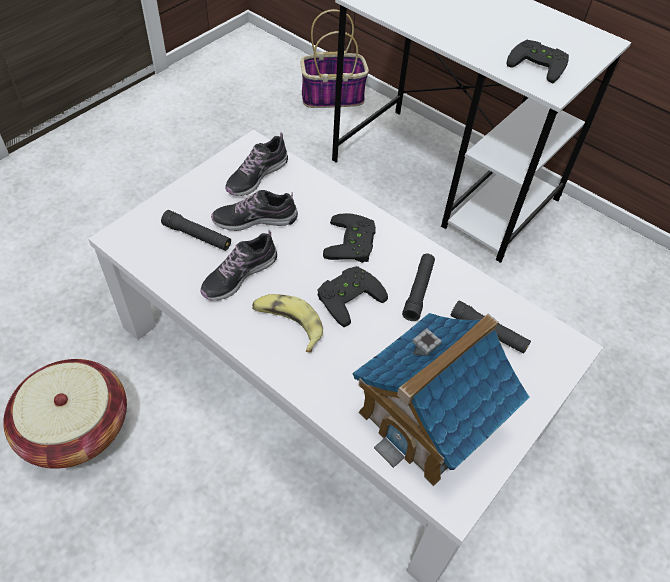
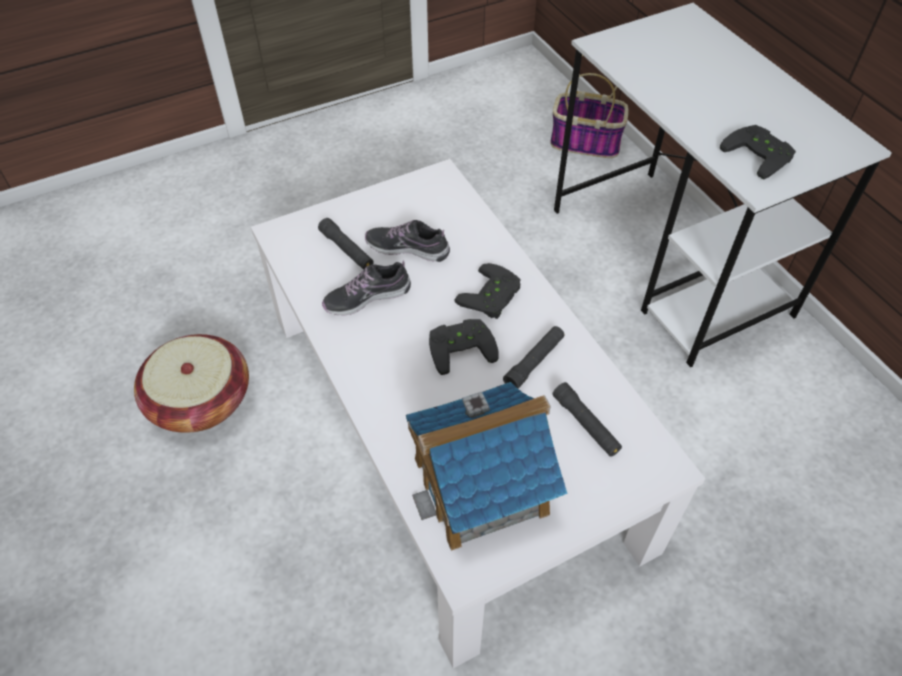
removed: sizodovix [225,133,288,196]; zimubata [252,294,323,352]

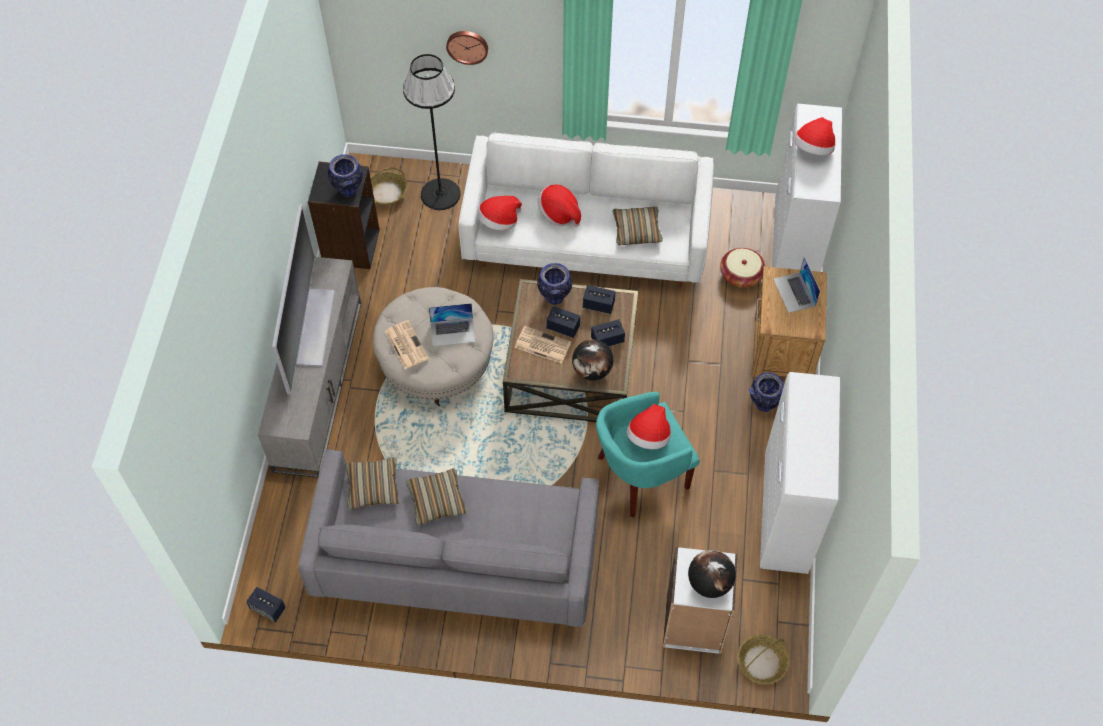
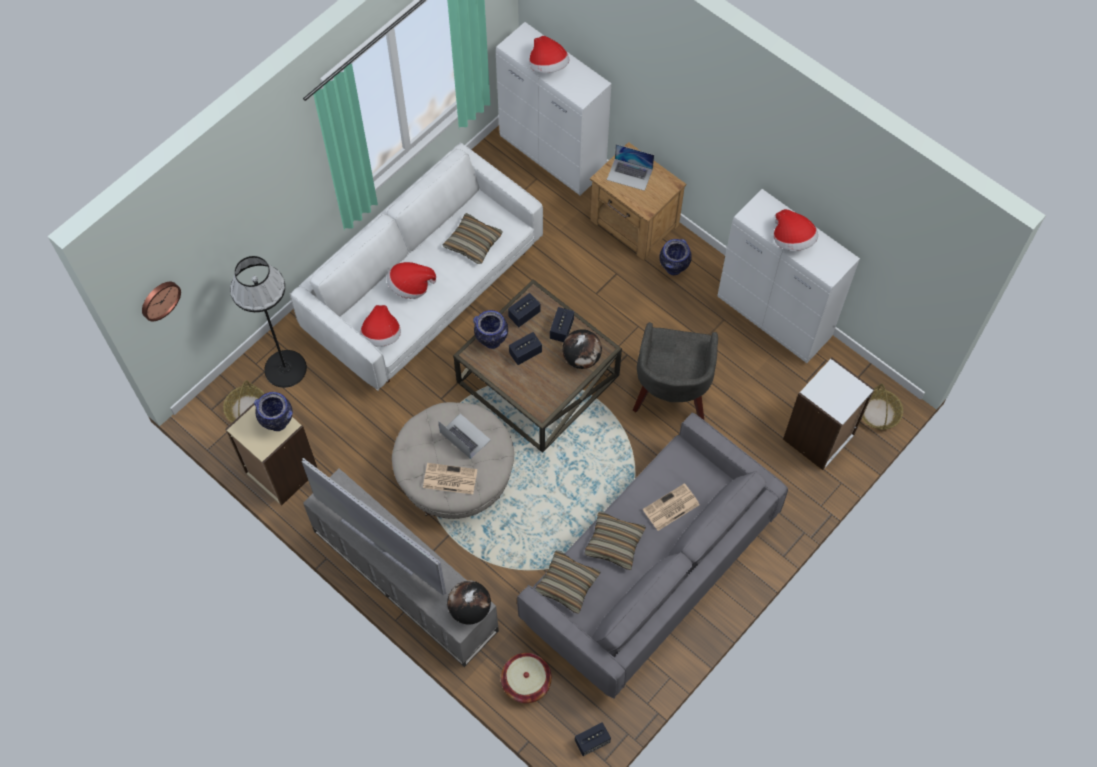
moved: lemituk [446,31,488,65] to [142,282,181,321]; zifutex [515,326,571,364] to [643,483,700,531]; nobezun [627,404,671,449] to [774,209,818,251]; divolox [688,550,736,598] to [447,580,491,624]; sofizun [720,248,766,288] to [501,653,552,703]
recoloured: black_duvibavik [308,162,380,269] to beige_duvibavik [225,393,318,506]; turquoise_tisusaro [596,392,700,518] to grey_tisusaro [633,322,718,420]
turned: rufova [429,303,475,346] = [438,414,490,459] 75 degrees counterclockwise

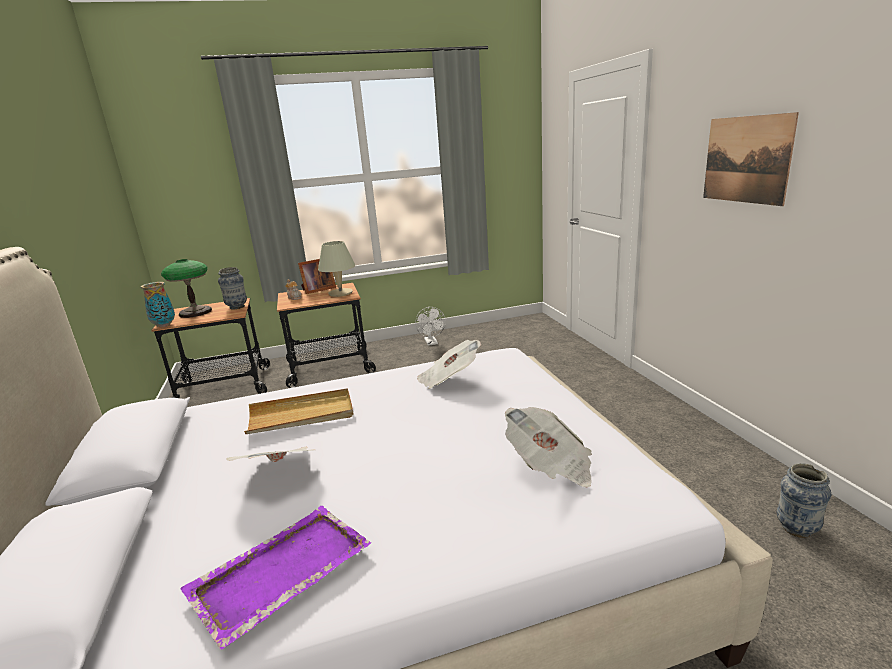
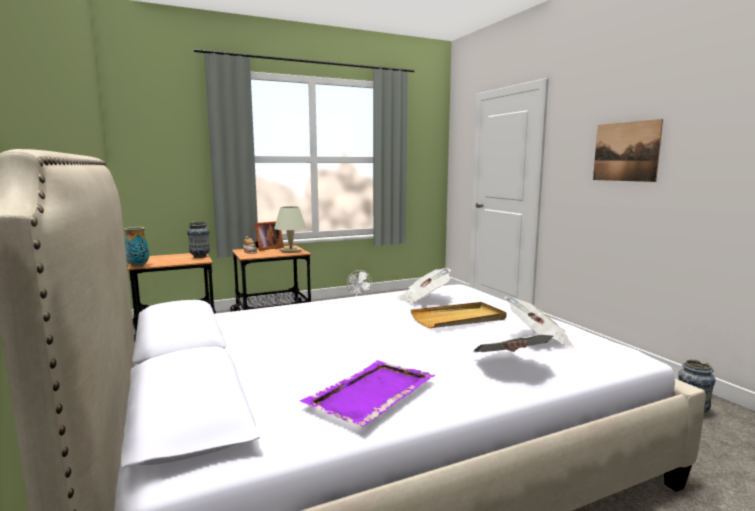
removed: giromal [161,259,212,318]
moved: zifutex [226,447,316,462] to [473,335,554,352]; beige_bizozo [244,388,353,434] to [411,302,507,328]

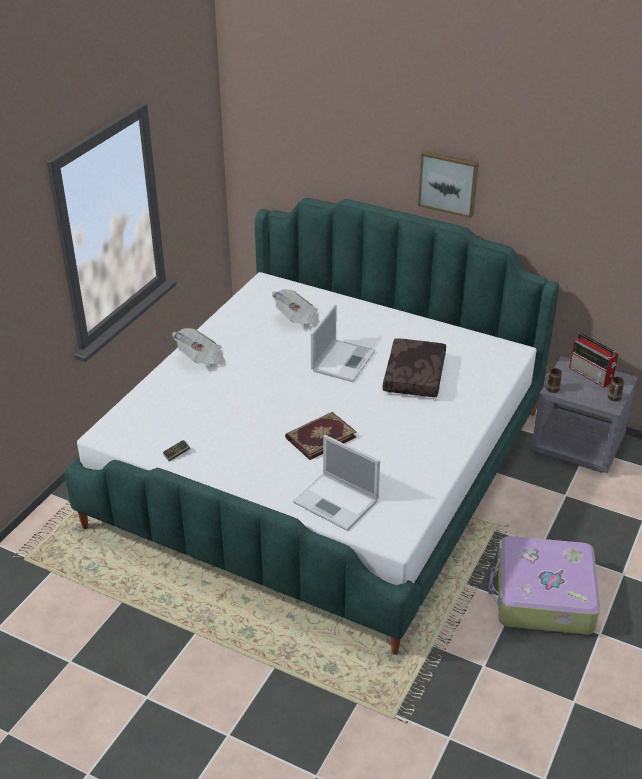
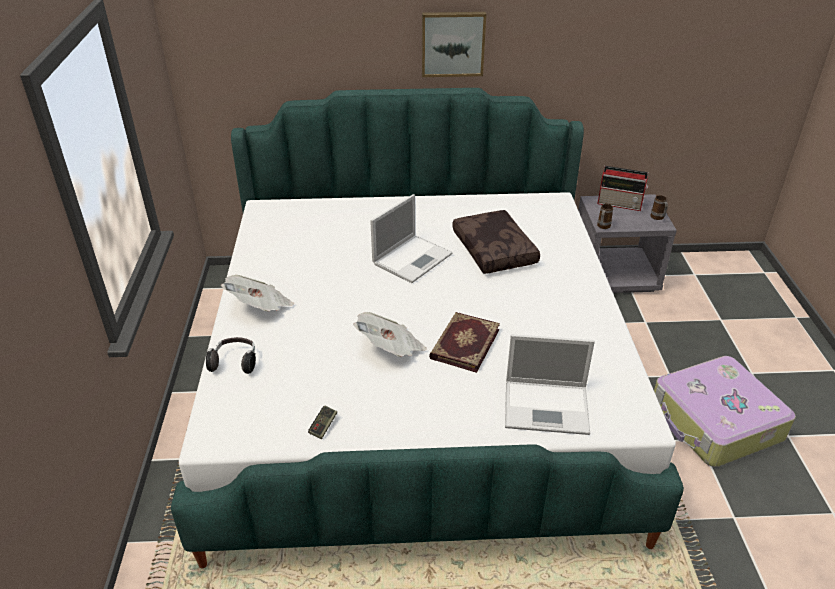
added: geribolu [206,337,256,374]
moved: zifutex [272,289,320,327] to [353,312,427,357]
turned: rufova [311,304,375,382] = [370,194,453,283] 45 degrees clockwise

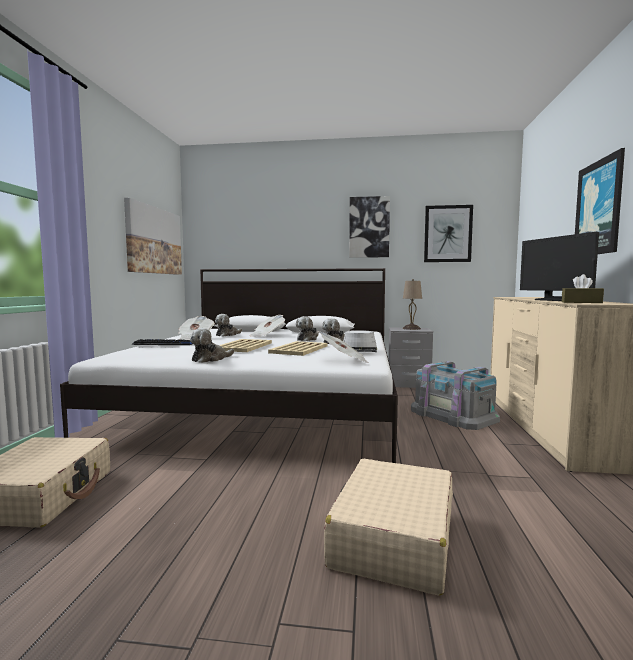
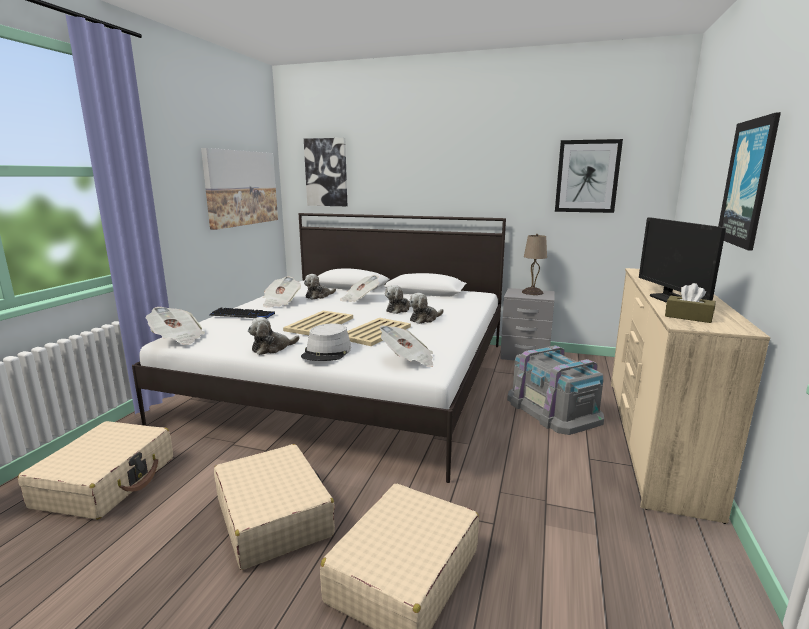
added: zifutex [146,307,205,345]; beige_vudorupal [214,444,335,570]
moved: grey_nobezun [343,330,377,352] to [301,323,351,361]; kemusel [349,196,390,258] to [304,138,347,206]

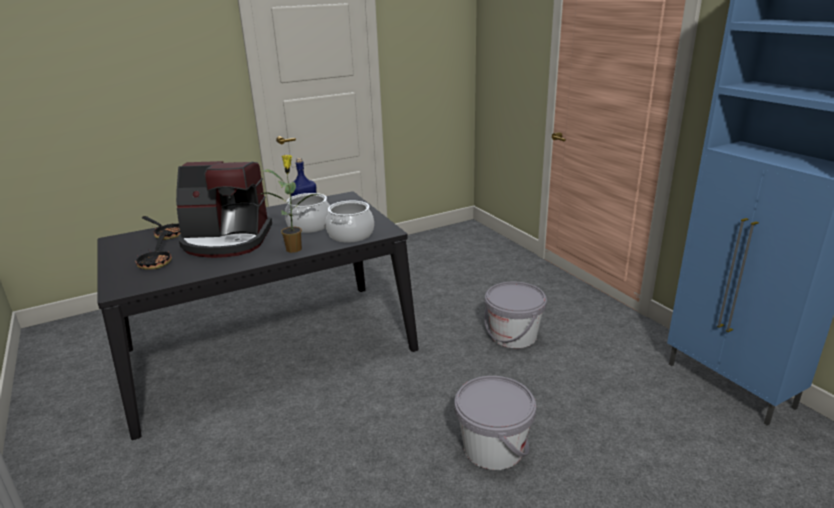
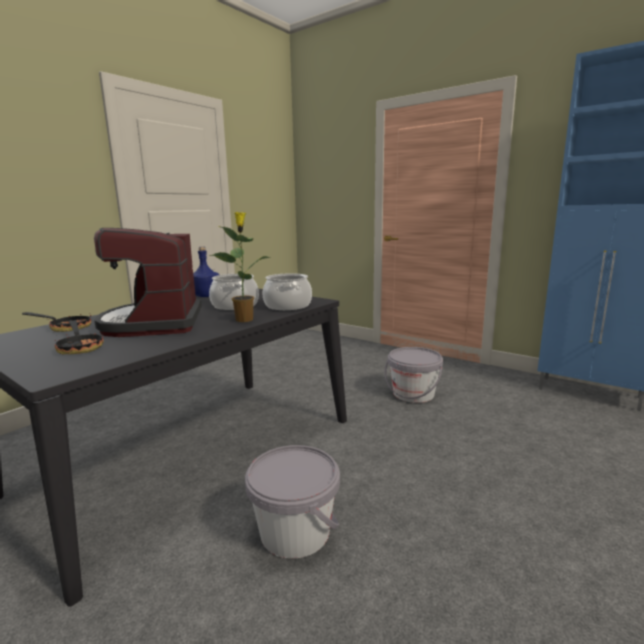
moved: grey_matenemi [454,376,536,470] to [245,445,340,559]
turned: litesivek [176,161,272,258] = [94,228,202,337] 105 degrees clockwise

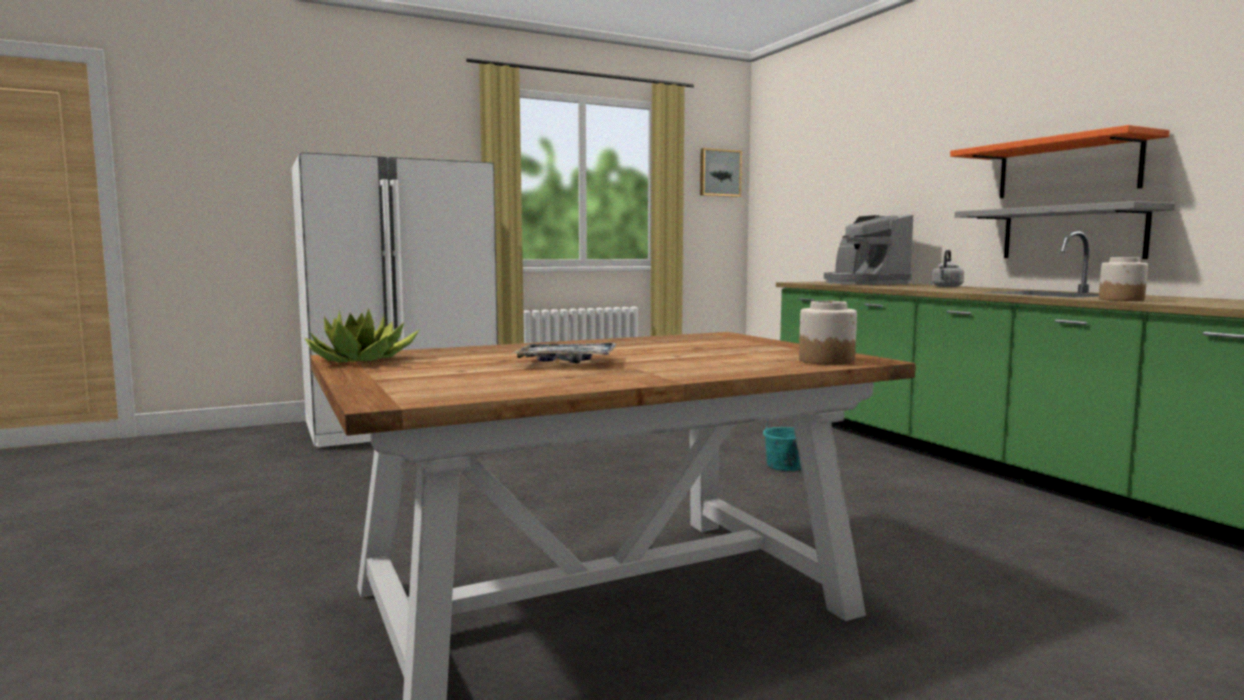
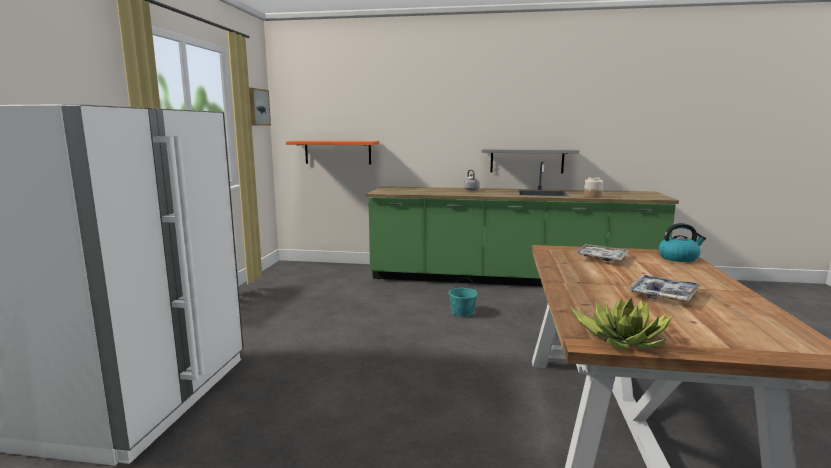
removed: litesivek [824,215,913,285]
added: bizozo [574,244,629,261]
moved: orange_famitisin [950,125,1170,198] to [286,141,379,165]
replaced: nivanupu [799,301,857,365] to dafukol [658,223,706,262]

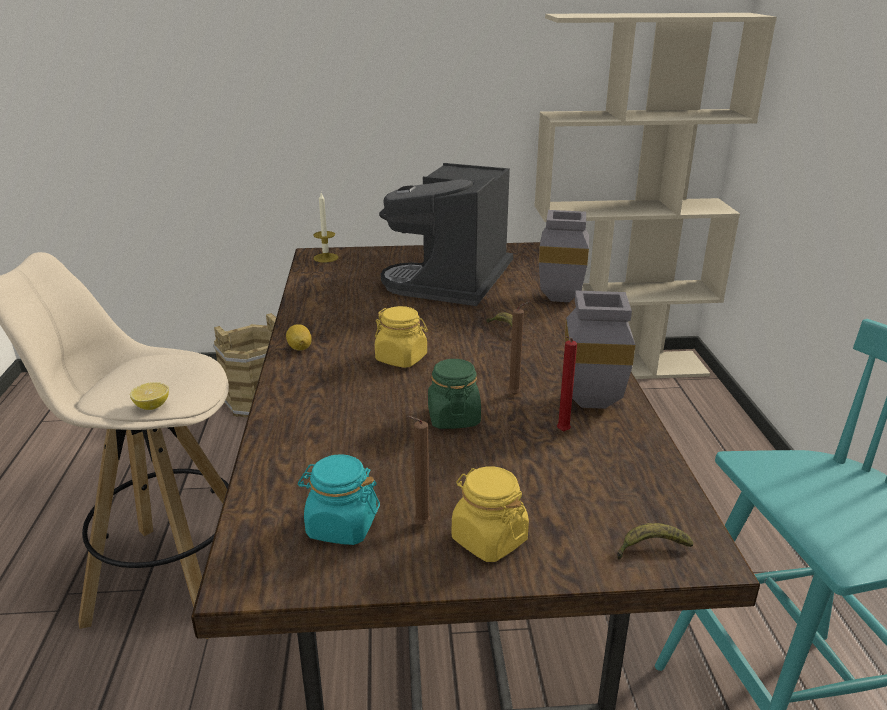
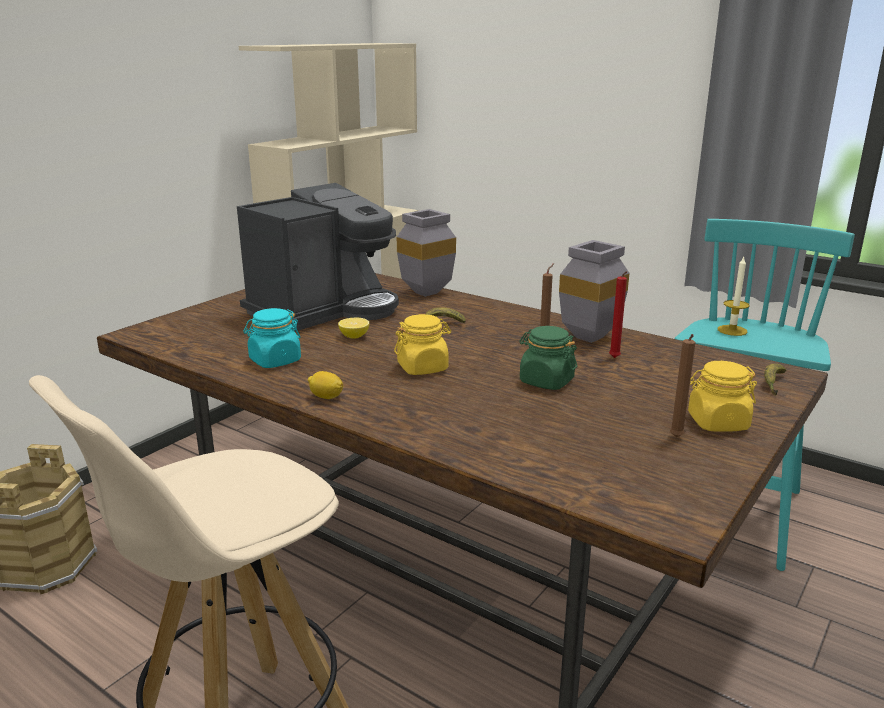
moved: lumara [130,382,169,410] to [338,318,370,339]; turquoise_nivanupu [298,454,380,545] to [243,308,301,368]; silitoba [313,193,339,262] to [717,257,749,336]
turned: litesivek [379,163,513,306] = [237,183,399,332] 105 degrees counterclockwise

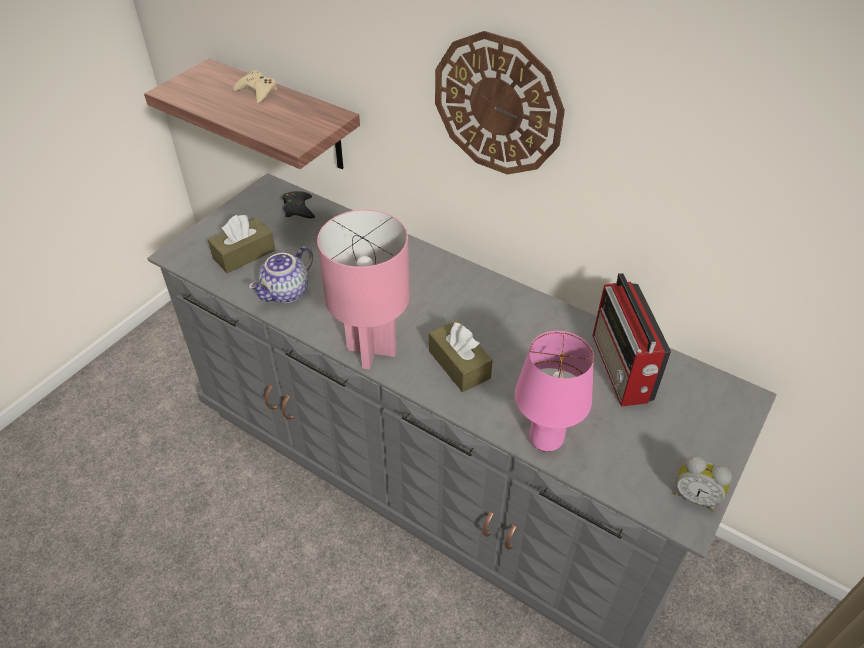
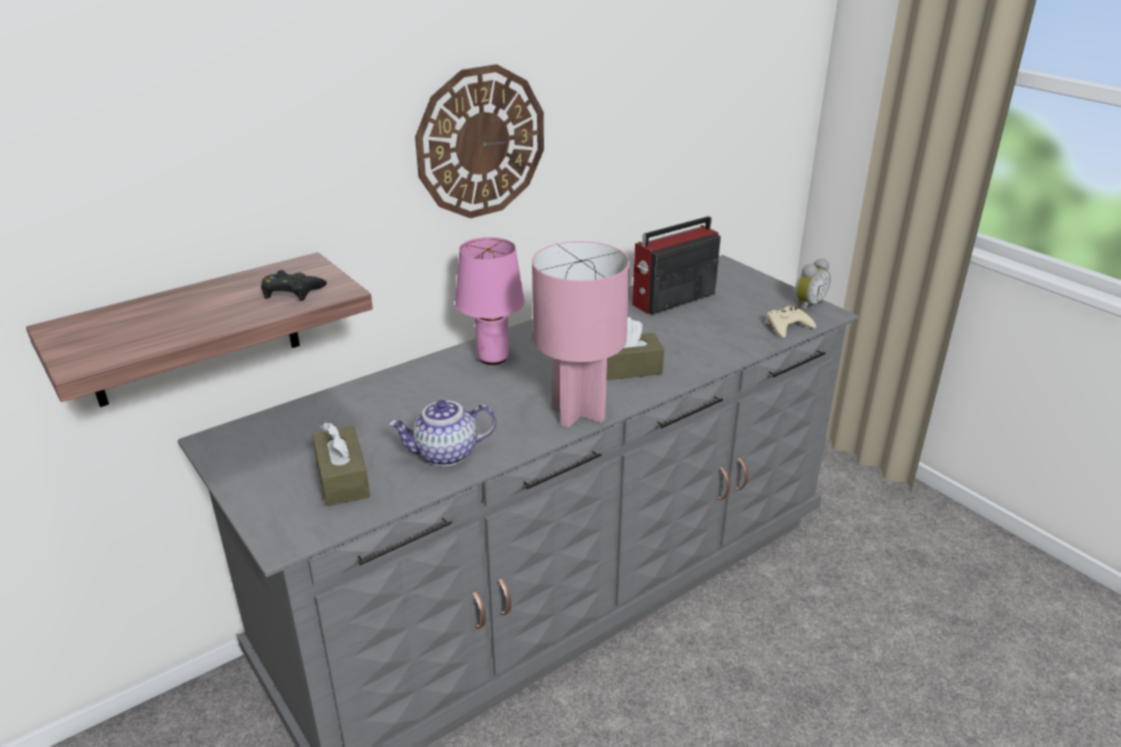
moved: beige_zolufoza [233,70,277,104] to [766,306,816,338]; black_zolufoza [282,191,315,218] to [261,270,327,301]; pink_giromal [515,331,594,452] to [455,237,524,365]
turned: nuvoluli [249,246,313,303] = [389,400,496,466] 105 degrees clockwise; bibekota [593,273,671,407] = [632,216,721,315] 135 degrees clockwise

